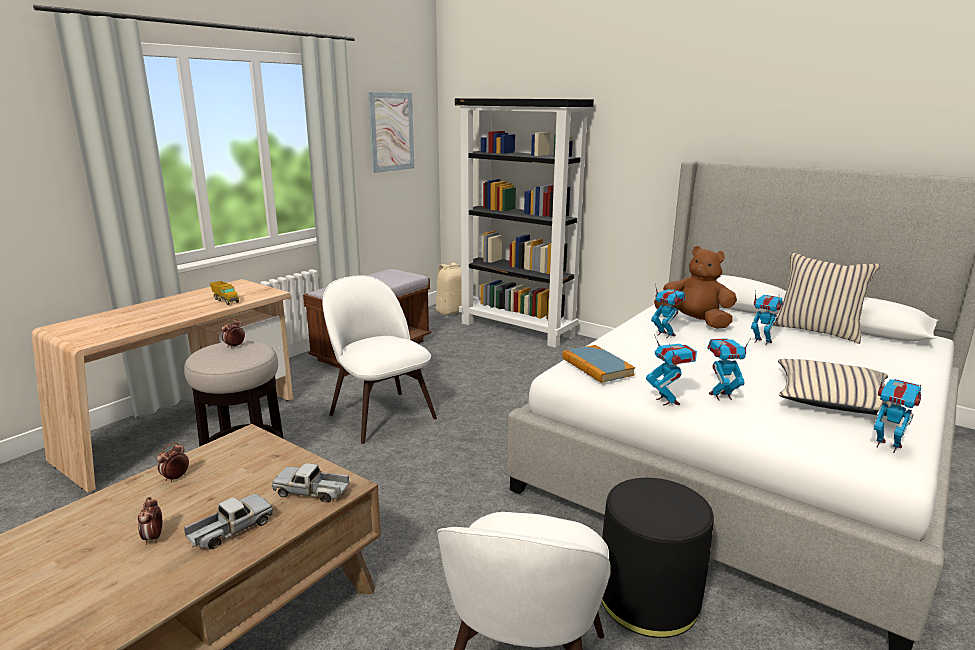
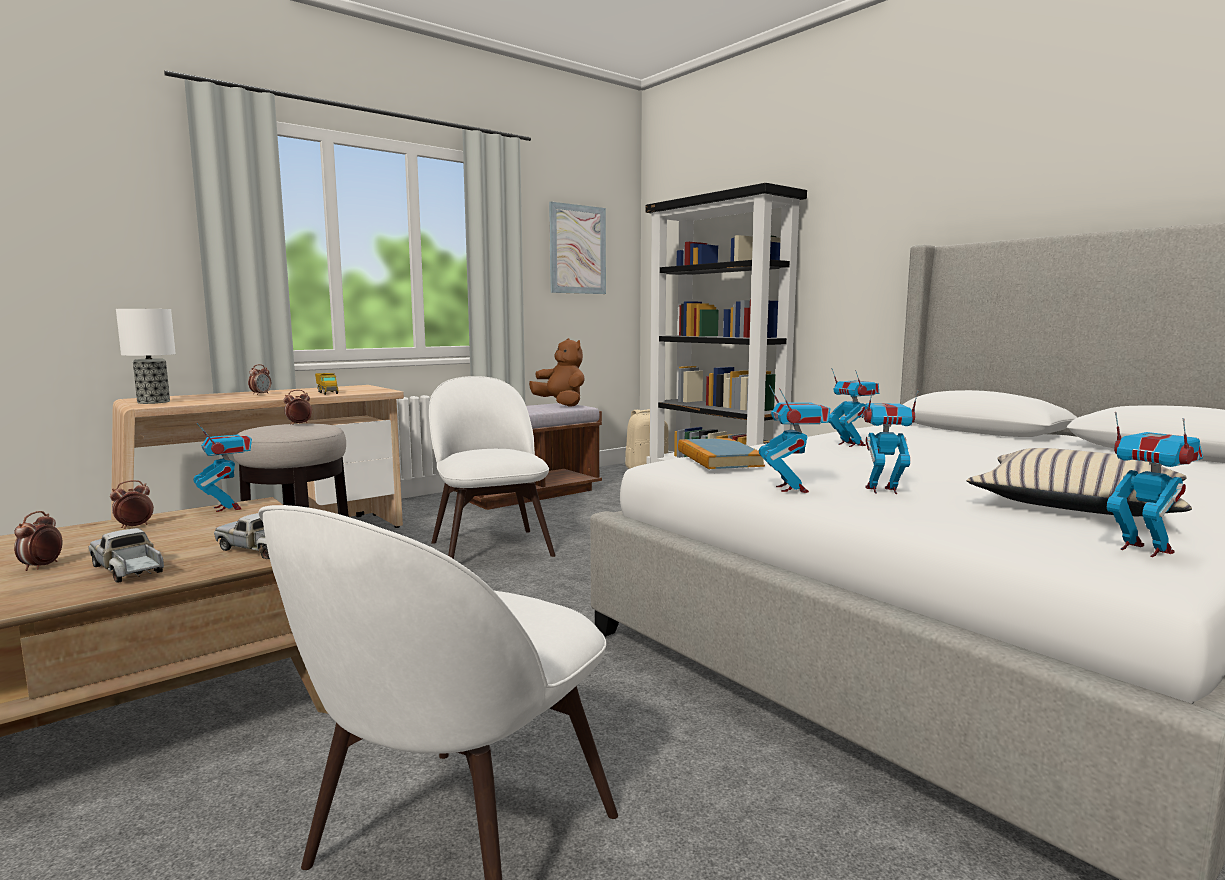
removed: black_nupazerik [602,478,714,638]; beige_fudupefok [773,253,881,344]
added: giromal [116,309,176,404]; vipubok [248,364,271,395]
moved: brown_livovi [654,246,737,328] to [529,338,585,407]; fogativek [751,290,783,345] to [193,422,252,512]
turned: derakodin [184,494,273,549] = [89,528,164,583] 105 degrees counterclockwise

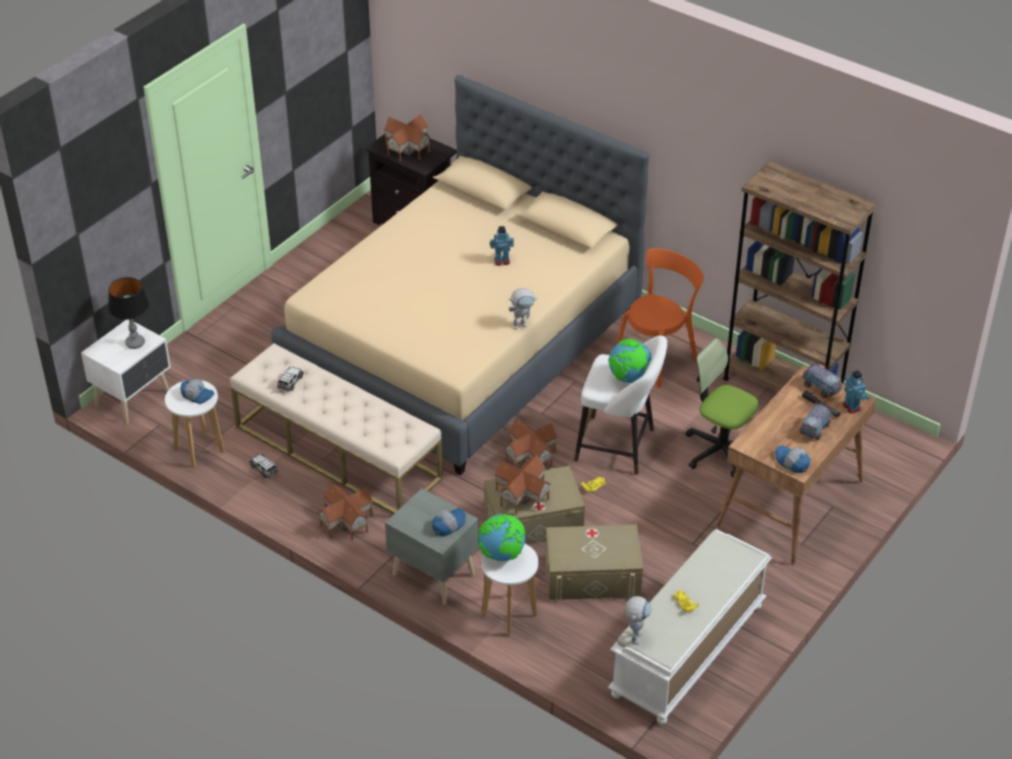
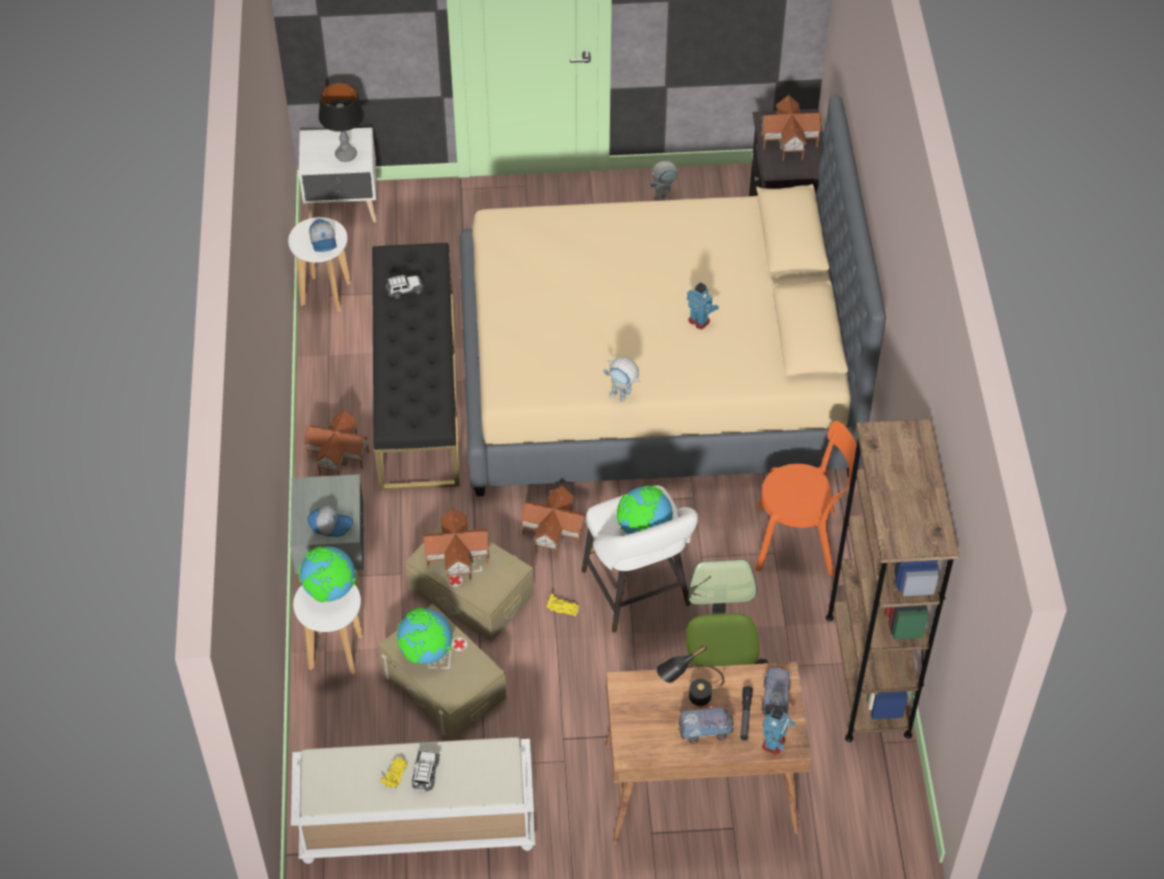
removed: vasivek [775,445,810,473]
added: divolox [397,608,453,664]; black_giromal [657,644,724,706]
moved: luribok [249,454,278,478] to [412,750,440,792]; fogativek [625,596,652,645] to [650,161,679,201]
recoloured: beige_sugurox [230,343,443,514] to black_sugurox [372,243,460,491]

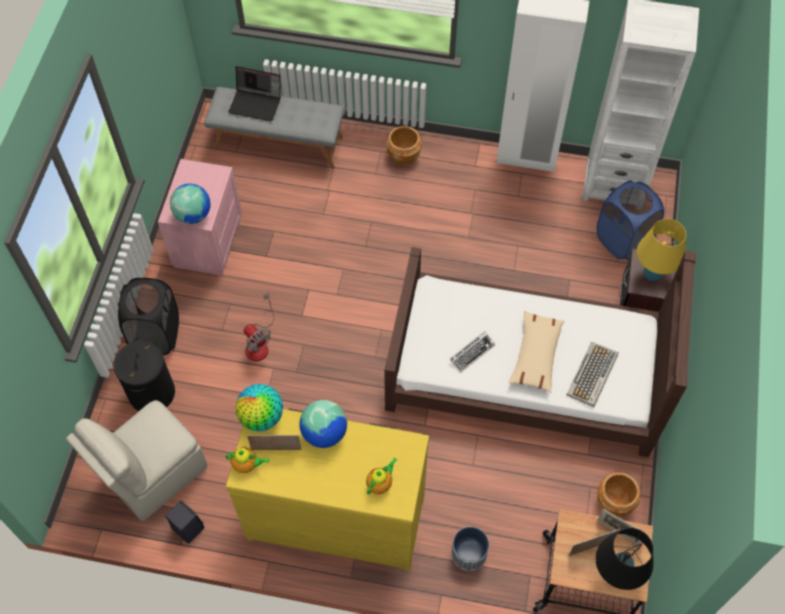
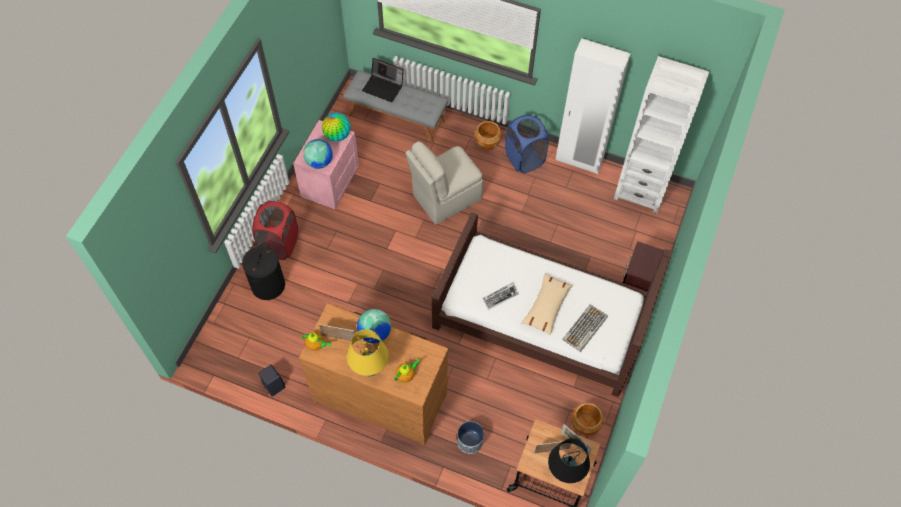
removed: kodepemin [244,293,275,361]
moved: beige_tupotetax [66,400,207,521] to [406,141,483,224]; divolox [236,384,283,431] to [322,113,351,141]; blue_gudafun [596,180,664,260] to [505,114,549,173]; yellow_giromal [637,219,686,282] to [347,329,389,376]
recoloured: black_gudafun [118,278,179,355] to red_gudafun [252,201,298,260]; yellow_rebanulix [226,408,429,571] to brown_rebanulix [299,303,449,446]

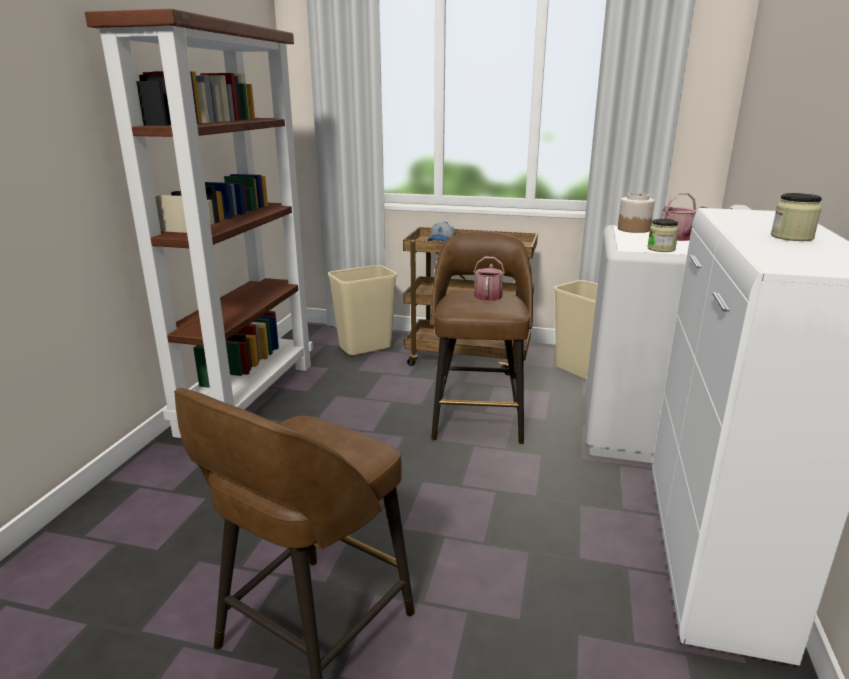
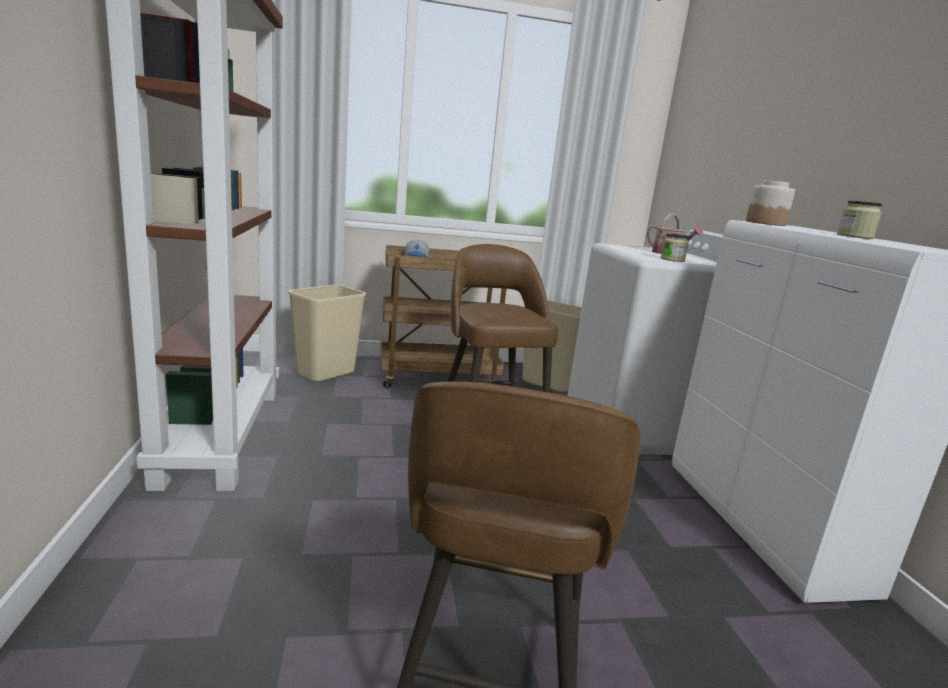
removed: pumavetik [474,257,505,301]
moved: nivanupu [618,193,655,233] to [746,180,795,226]

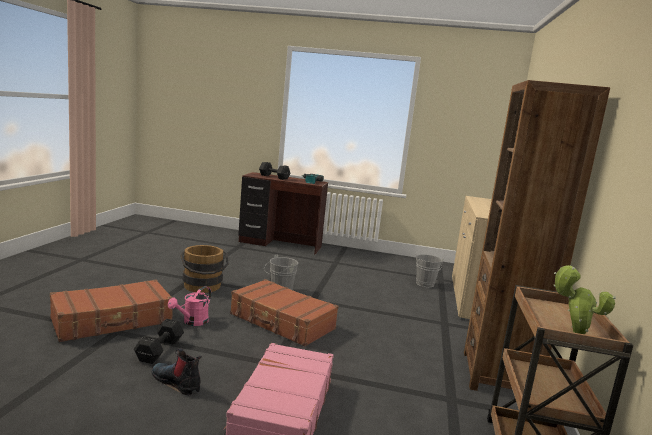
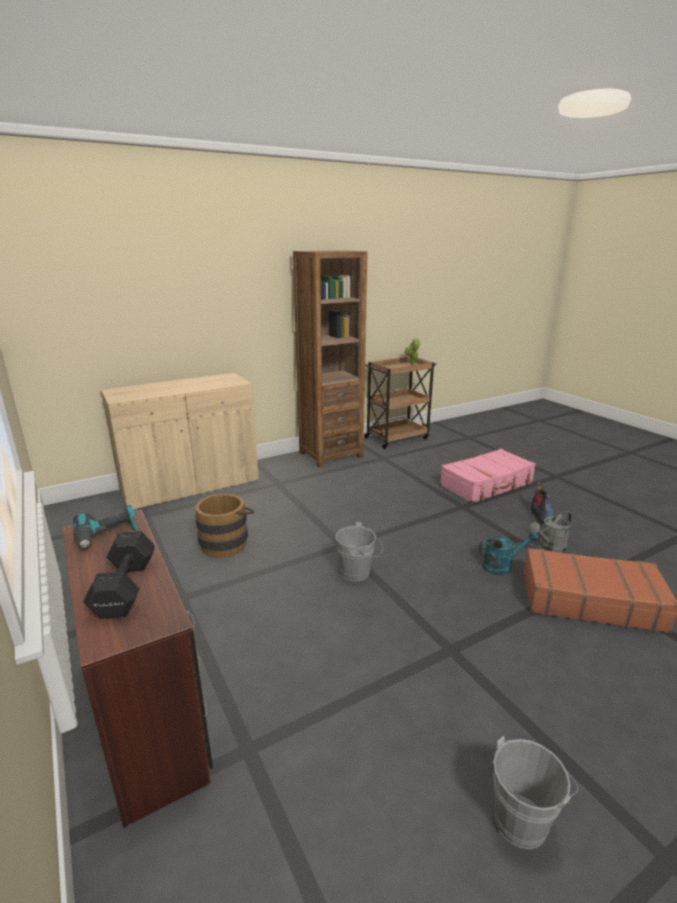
removed: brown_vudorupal [230,279,339,346]
moved: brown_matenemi [181,245,229,293] to [195,494,254,558]; grey_matenemi [415,254,444,287] to [493,736,578,849]
replaced: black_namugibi [134,319,184,364] to grey_pumavetik [529,511,572,552]
recoloured: pink_pumavetik [168,286,211,326] to turquoise_pumavetik [479,530,539,575]

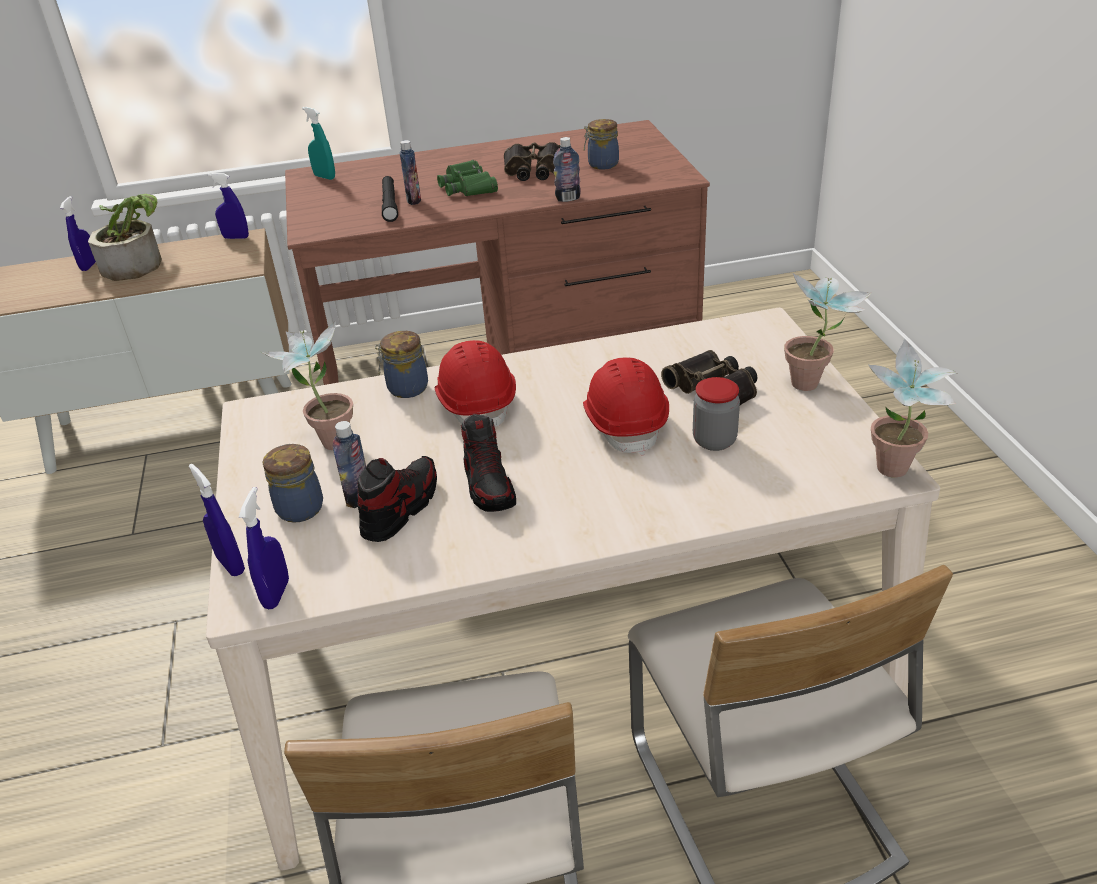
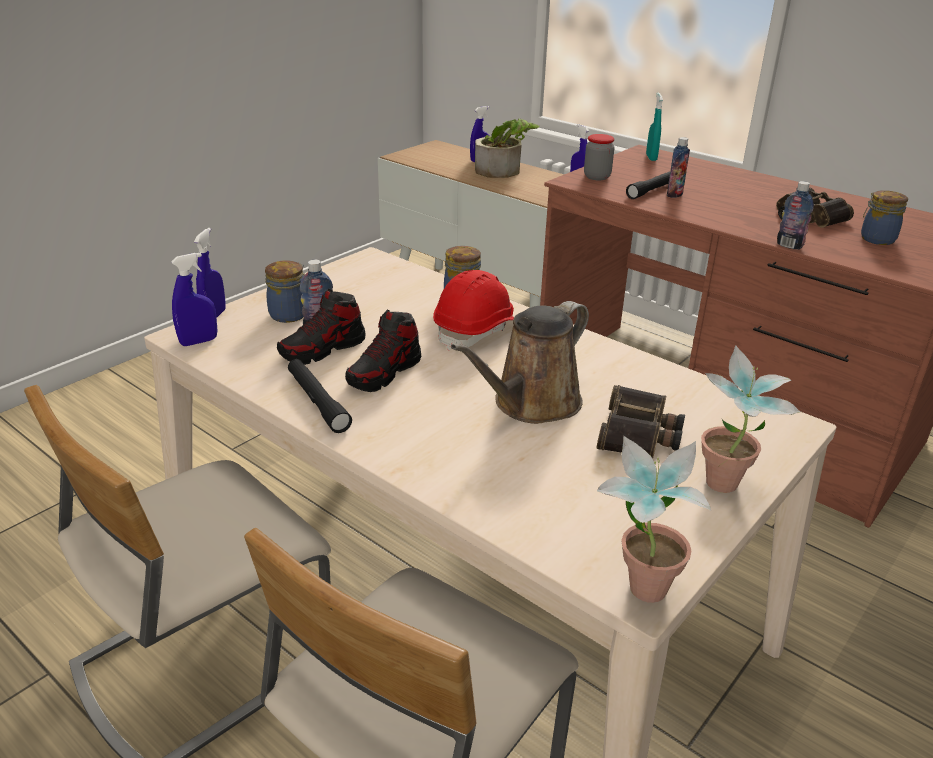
removed: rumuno [261,320,353,450]; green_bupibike [437,160,498,196]
added: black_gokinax [288,359,352,433]
moved: nivanupu [693,377,740,451] to [584,134,614,180]
replaced: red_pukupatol [583,357,669,456] to brown_pumavetik [451,301,589,424]
turned: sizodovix [358,456,437,542] = [277,289,366,365] 150 degrees clockwise

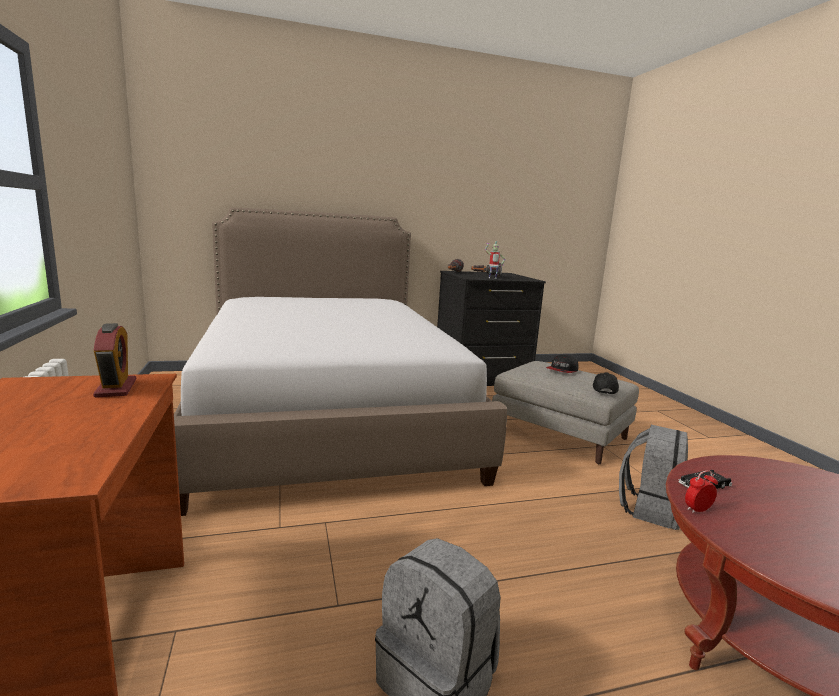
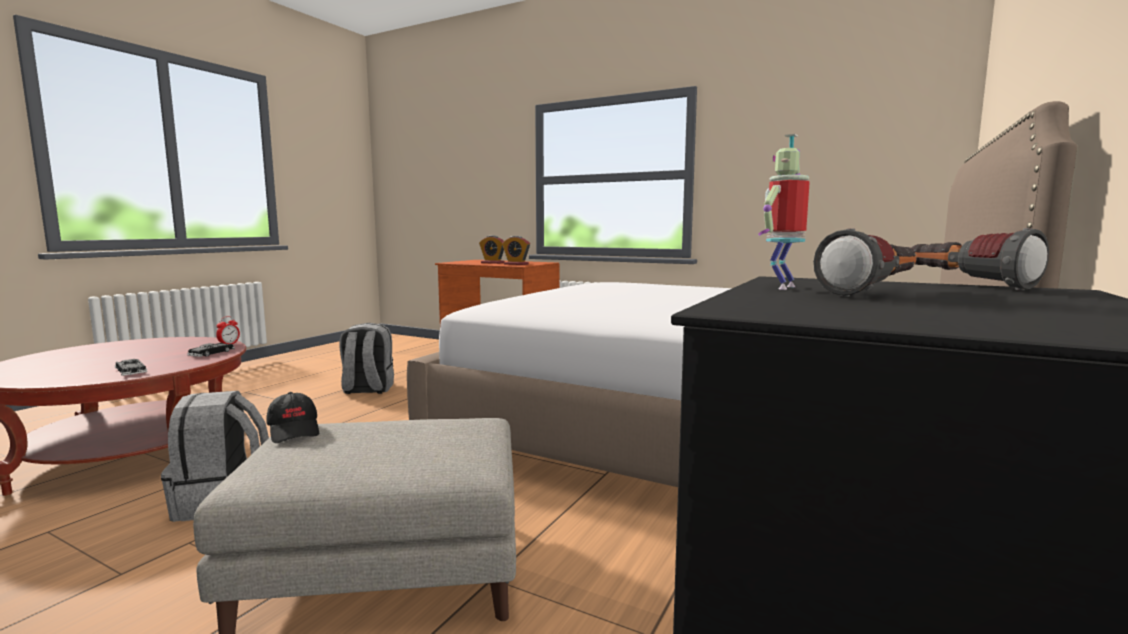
removed: vasivek [546,355,579,373]
added: black_luribok [115,359,148,376]; vipubok [479,236,505,264]

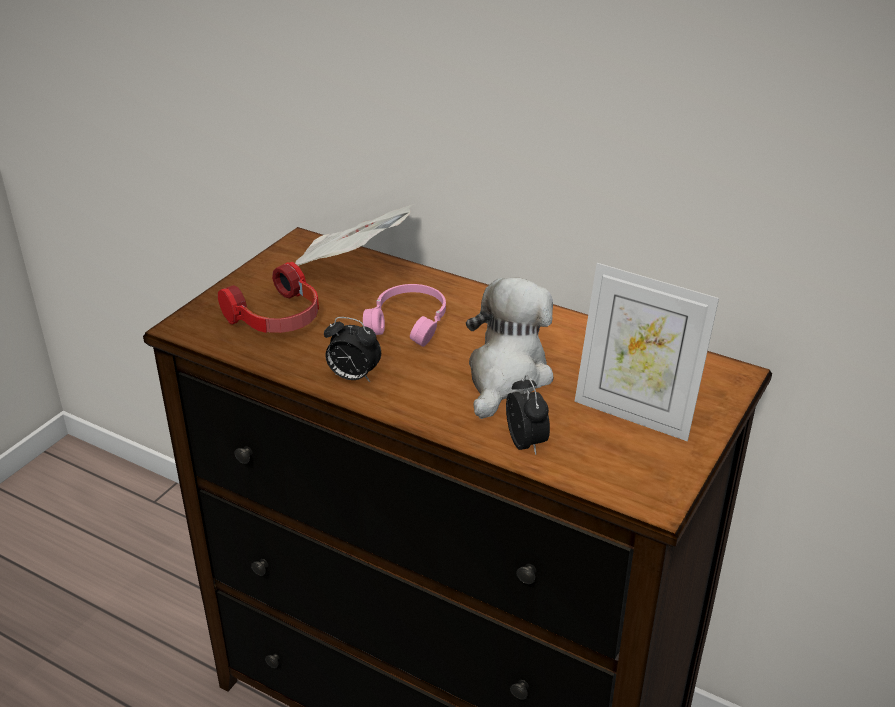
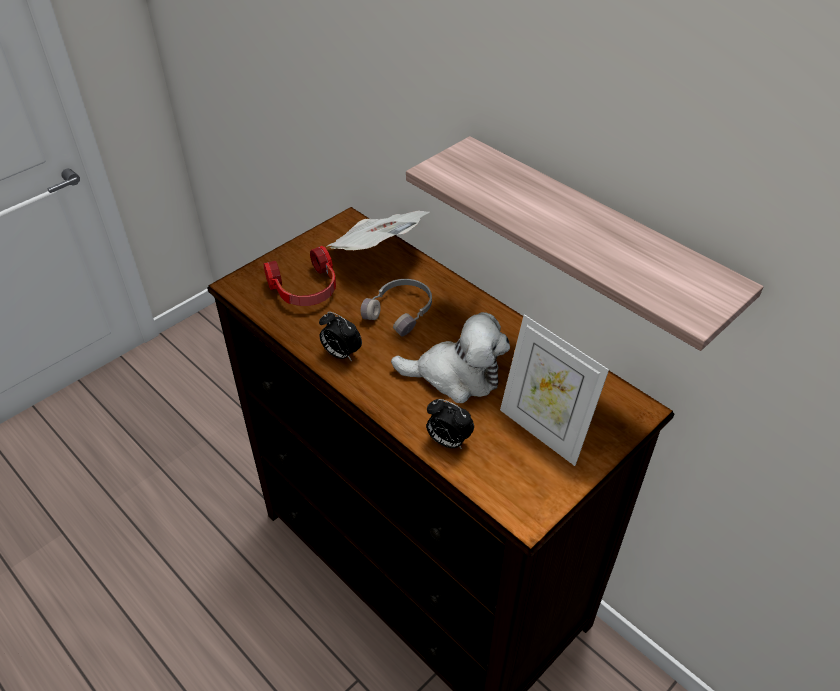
added: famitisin [406,136,763,351]
recoloured: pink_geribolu [363,284,446,347] to grey_geribolu [361,279,432,337]
turned: livovi [466,278,553,419] = [391,312,510,403] 60 degrees clockwise; vipubok [506,375,550,455] = [426,399,474,449] 120 degrees clockwise

